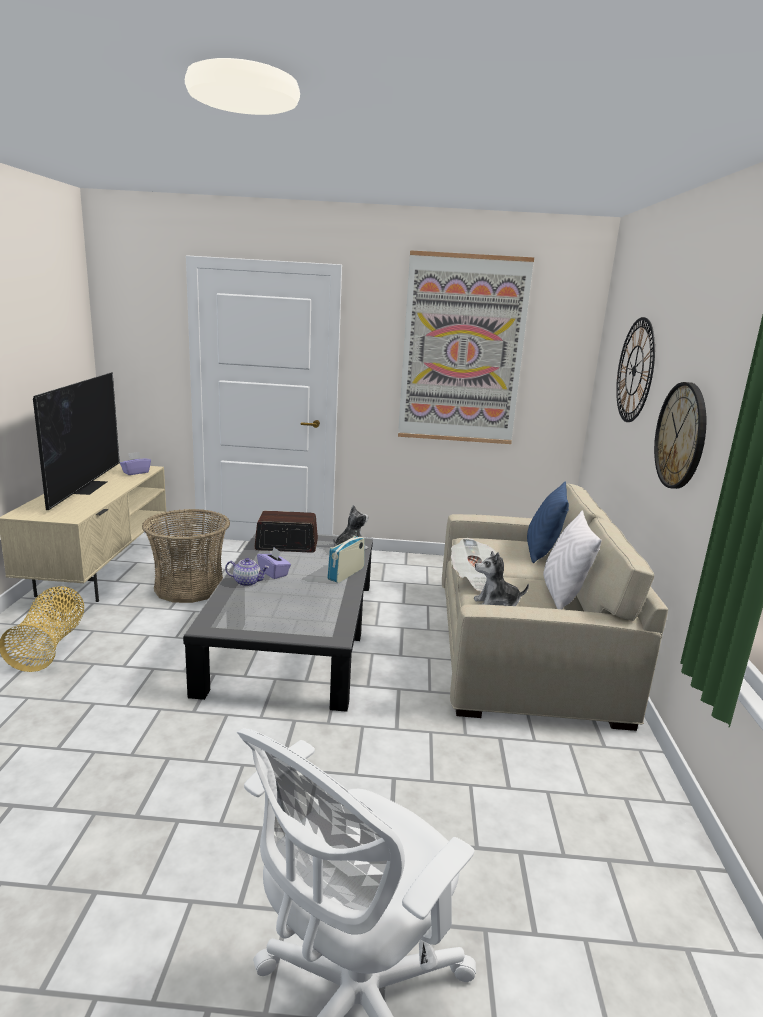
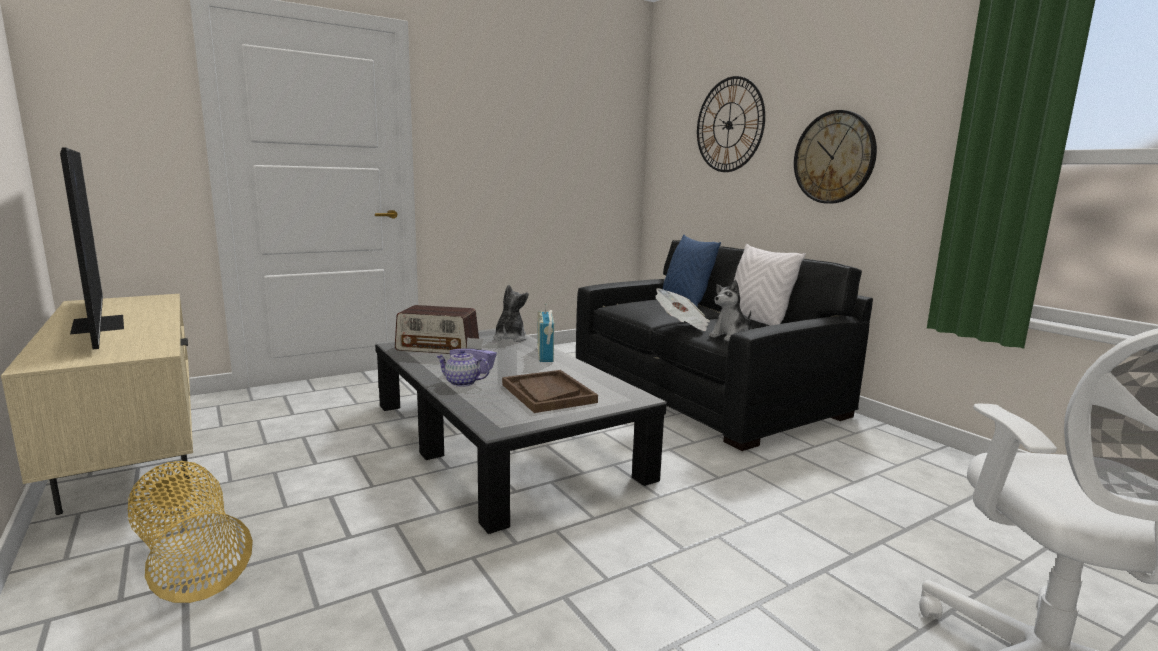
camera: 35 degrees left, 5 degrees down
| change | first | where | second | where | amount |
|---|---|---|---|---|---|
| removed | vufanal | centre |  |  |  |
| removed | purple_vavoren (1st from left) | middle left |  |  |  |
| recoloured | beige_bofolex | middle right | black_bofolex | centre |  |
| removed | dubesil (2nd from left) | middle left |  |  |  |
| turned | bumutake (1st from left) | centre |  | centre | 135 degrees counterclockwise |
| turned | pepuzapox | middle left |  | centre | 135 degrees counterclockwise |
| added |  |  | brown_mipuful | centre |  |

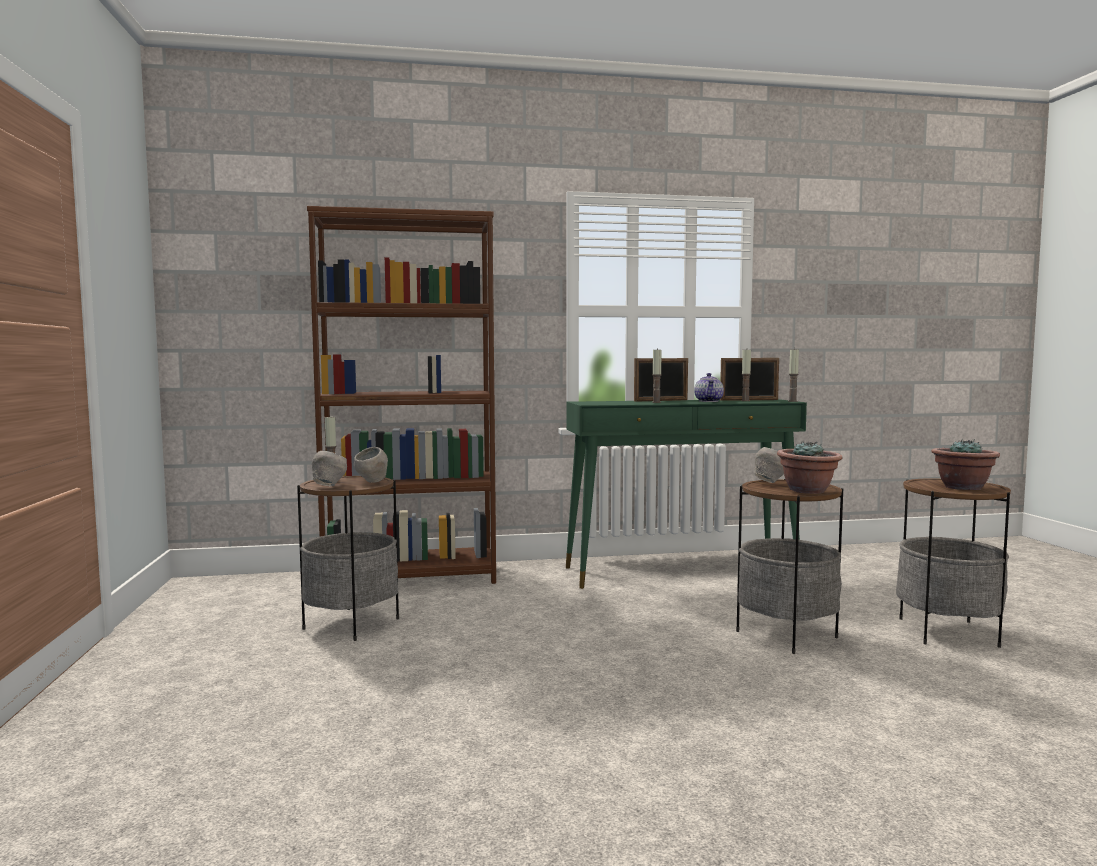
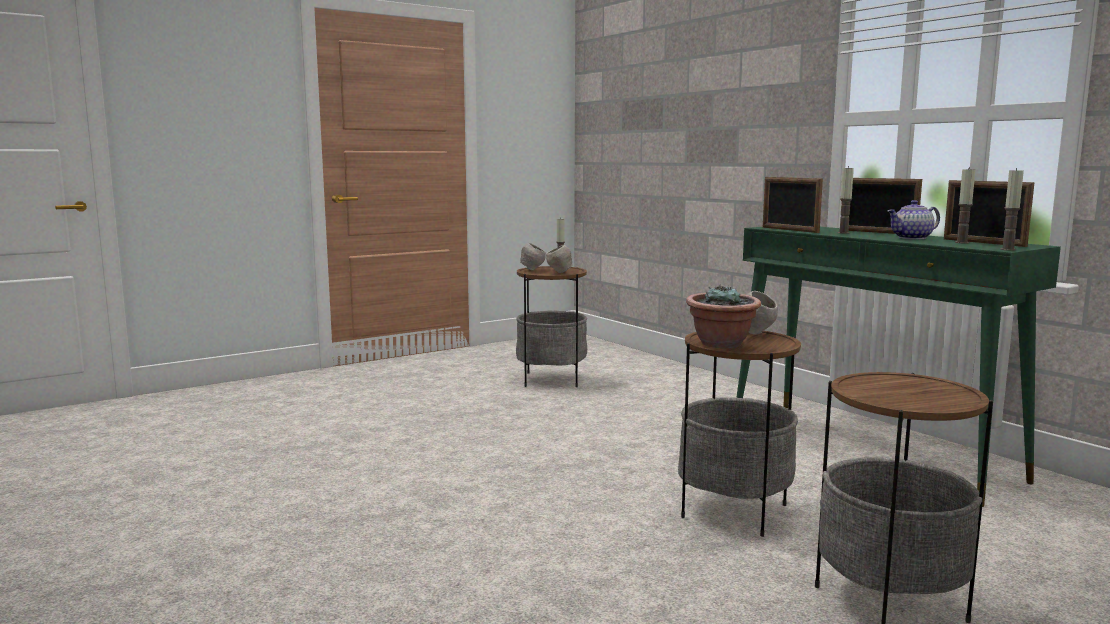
camera: 65 degrees right, 5 degrees up
| change | first | where | second | where | amount |
|---|---|---|---|---|---|
| removed | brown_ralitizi | centre |  |  |  |
| removed | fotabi (2nd from left) | middle right |  |  |  |
| added |  |  | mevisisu (1st from left) | top right |  |

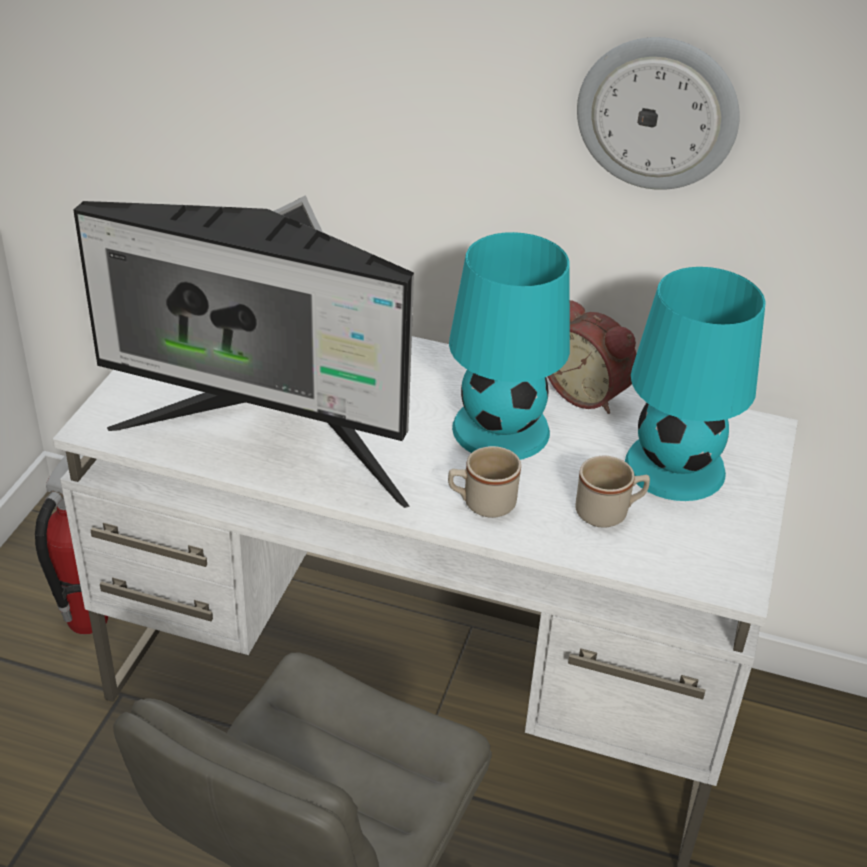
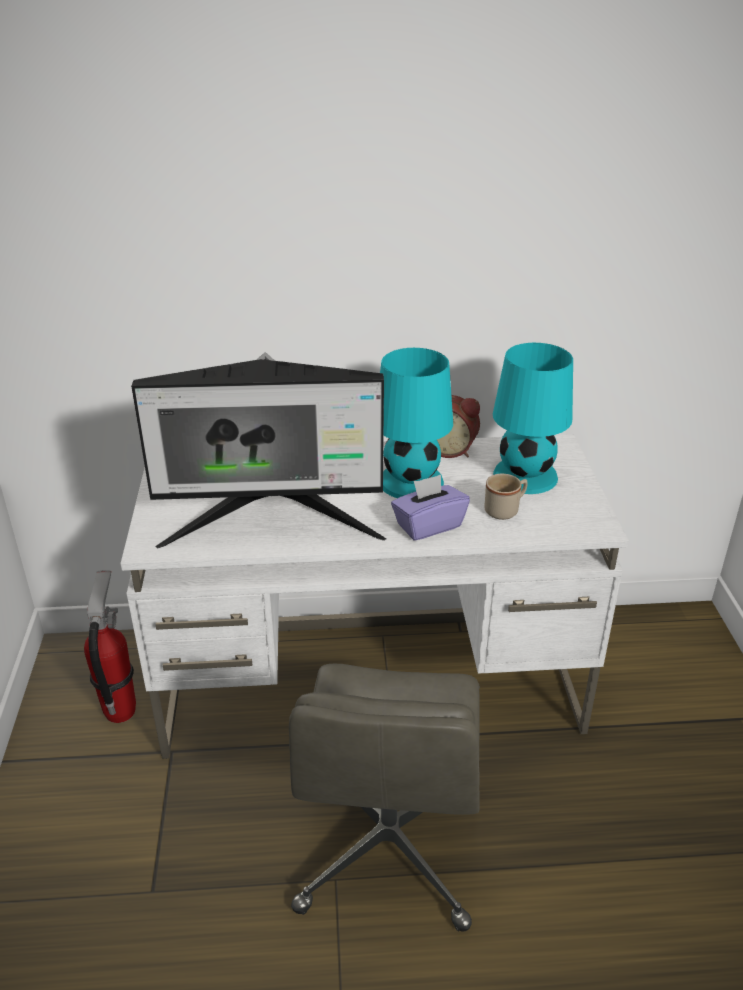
camera: 20 degrees left, 5 degrees down
| change | first | where | second | where | amount |
|---|---|---|---|---|---|
| removed | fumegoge | top right |  |  |  |
| replaced | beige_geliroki (1st from left) | centre | purple_vavoren | centre |  |

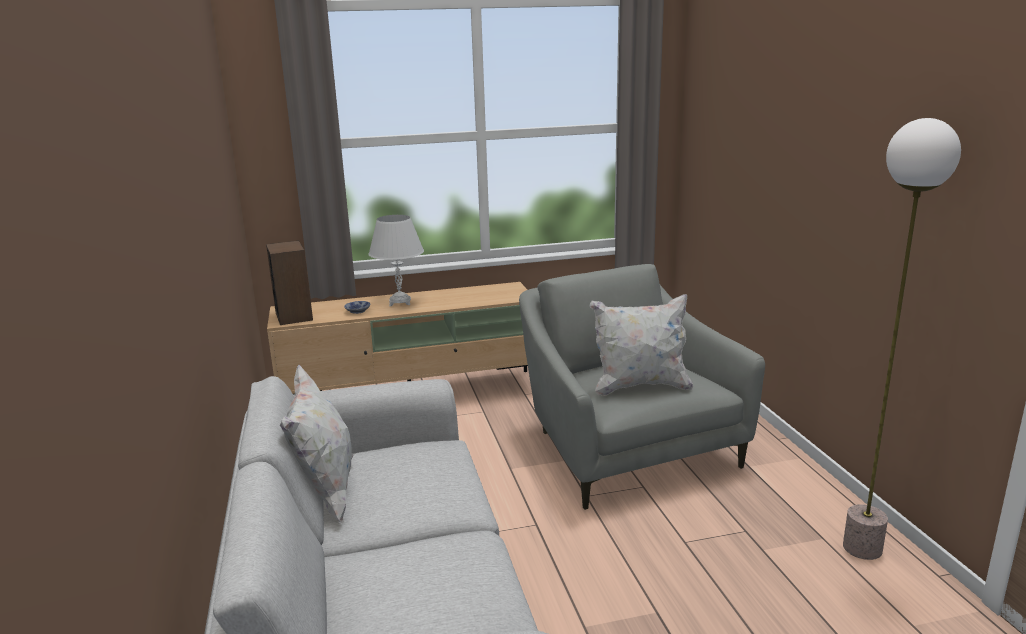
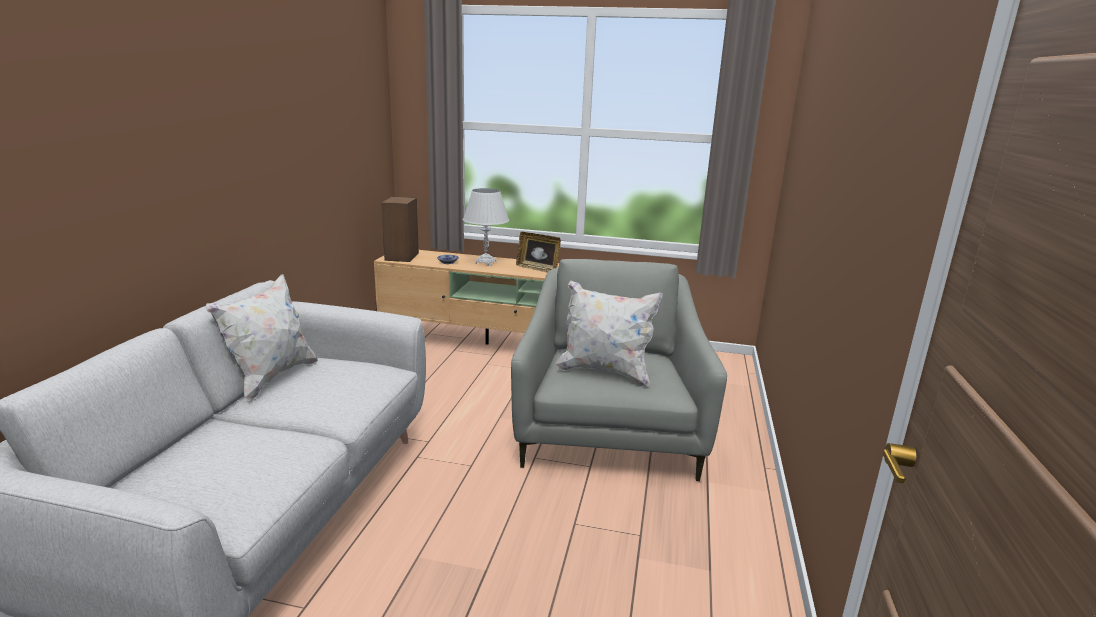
camera: 25 degrees right, 0 degrees up
| change | first | where | second | where | amount |
|---|---|---|---|---|---|
| removed | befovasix | middle right |  |  |  |
| added |  |  | mevisisu | centre |  |

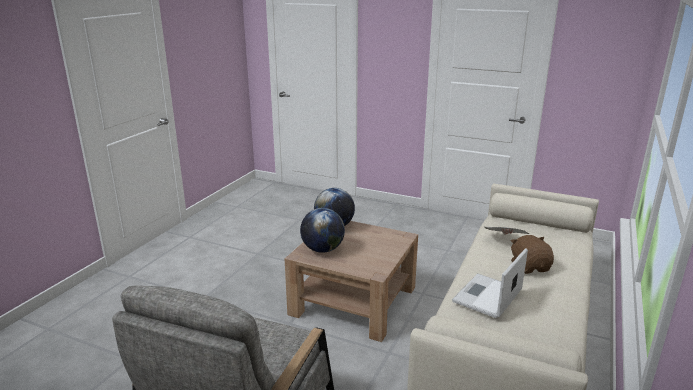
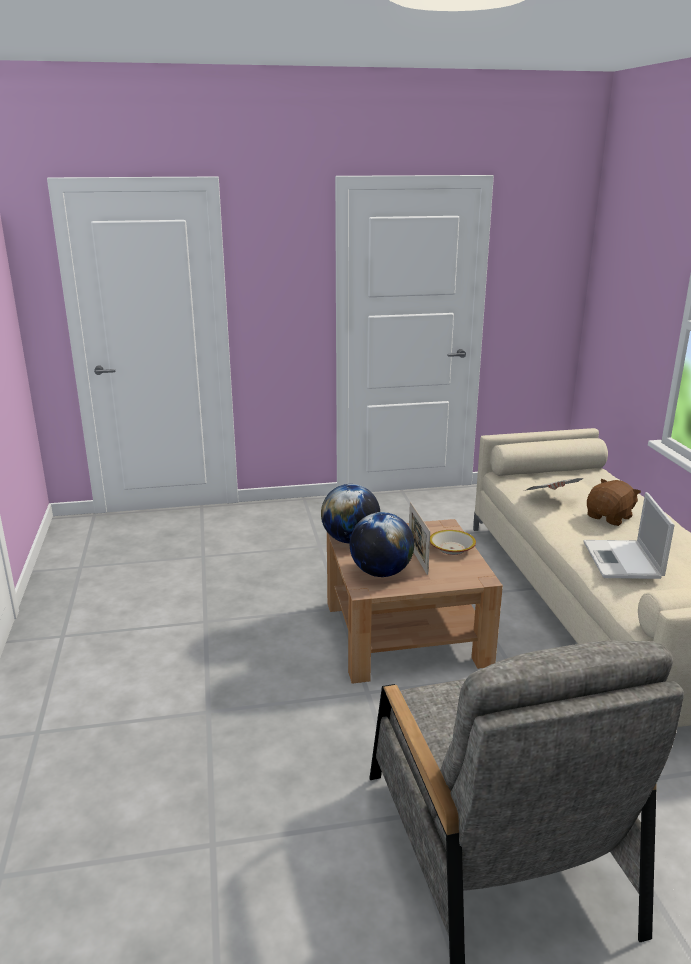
camera: 35 degrees left, 0 degrees up
| change | first | where | second | where | amount |
|---|---|---|---|---|---|
| turned | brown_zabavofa | middle right |  | middle right | 90 degrees clockwise |
| added |  |  | mevisisu | centre |  |
| added |  |  | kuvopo | centre |  |

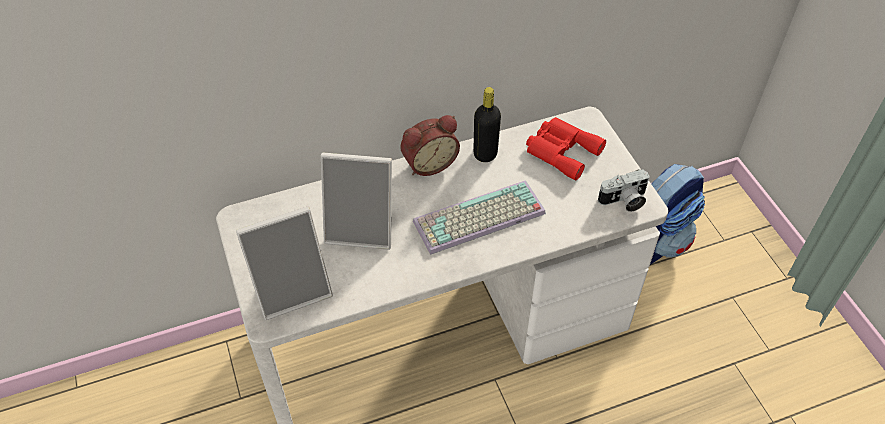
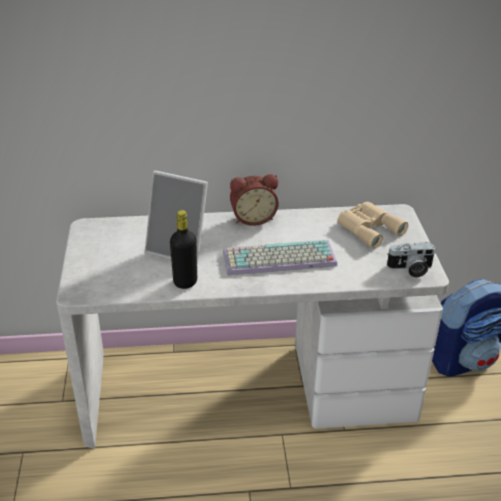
camera: 15 degrees right, 15 degrees down
| change | first | where | second | where | amount |
|---|---|---|---|---|---|
| moved | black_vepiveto | top centre |  | centre |  |
| recoloured | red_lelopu | centre | beige_lelopu | middle right |  |
| removed | mevisisu (1st from left) | middle left |  |  |  |

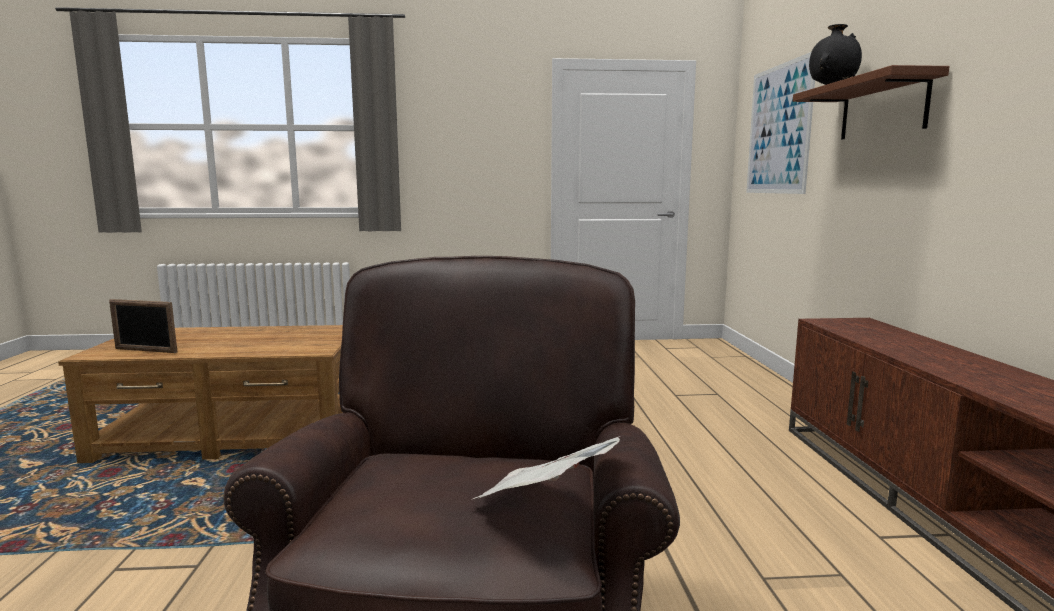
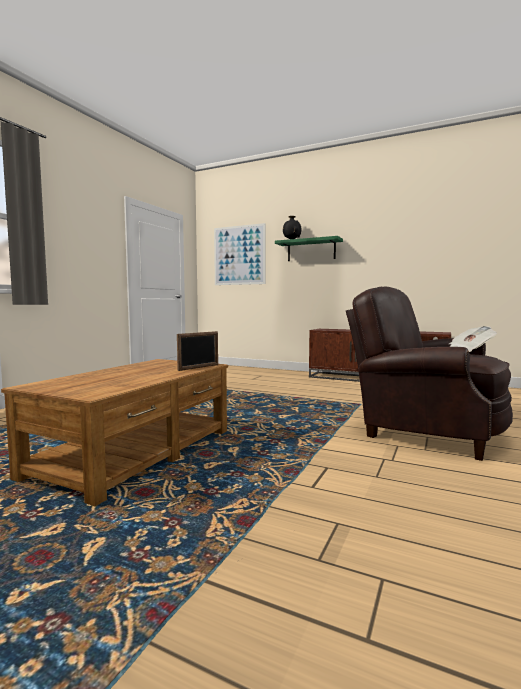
camera: 60 degrees left, 5 degrees down
| change | first | where | second | where | amount |
|---|---|---|---|---|---|
| recoloured | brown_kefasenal | top right | green_kefasenal | centre |  |
| moved | mevisisu | middle left |  | centre |  |

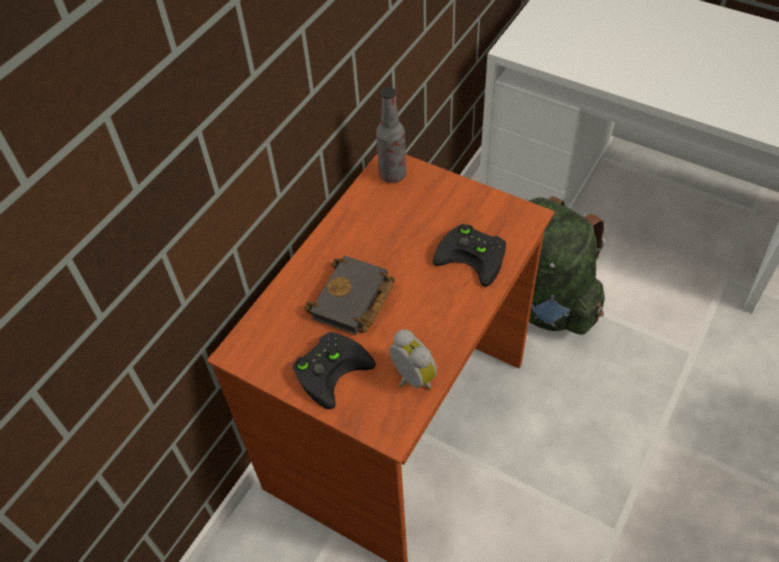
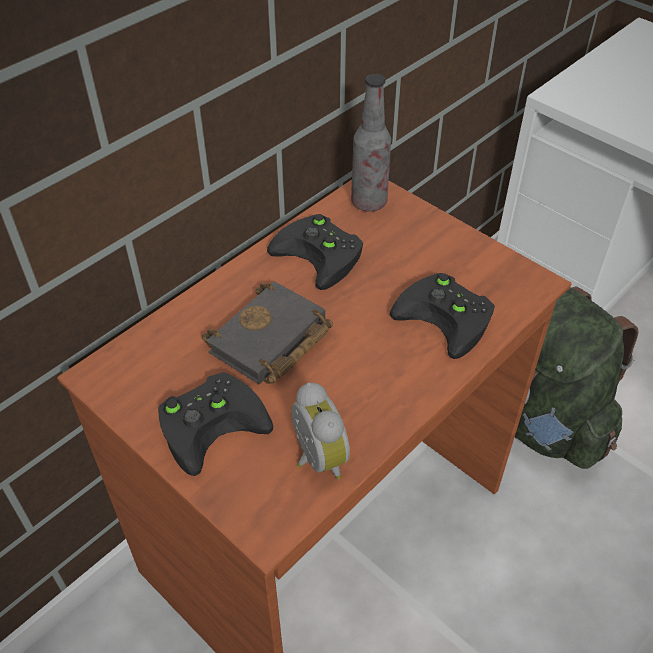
camera: 10 degrees right, 5 degrees down
| change | first | where | second | where | amount |
|---|---|---|---|---|---|
| added |  |  | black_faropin (2nd from left) | centre |  |

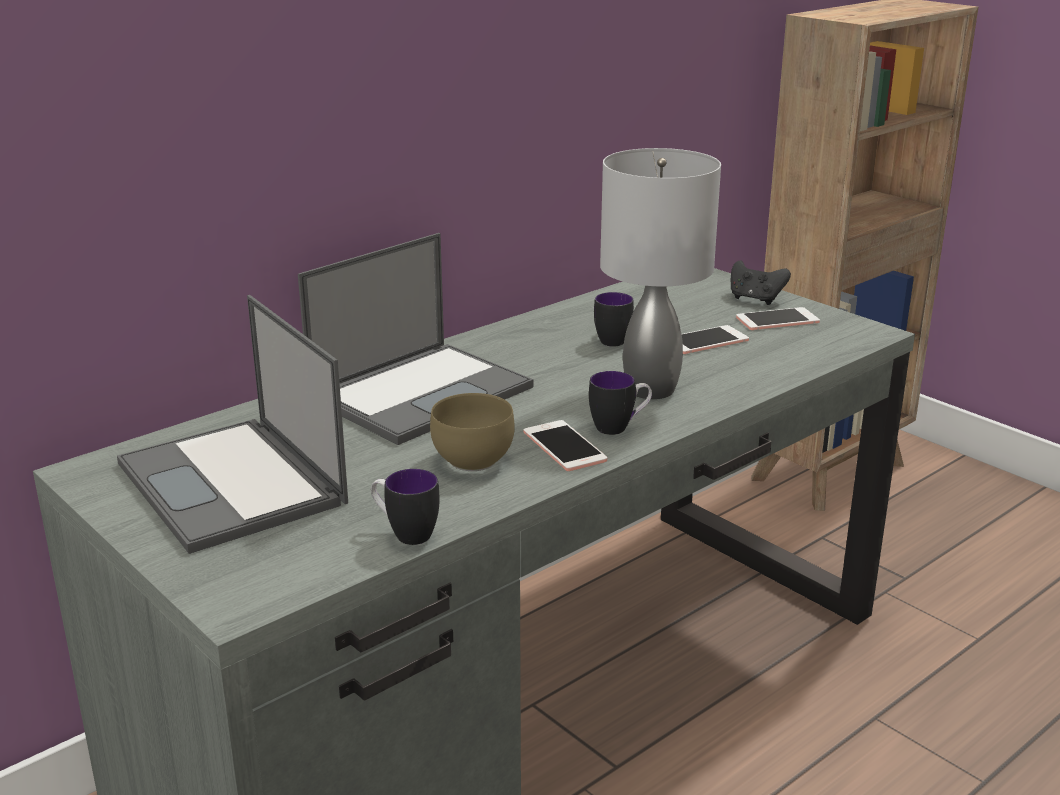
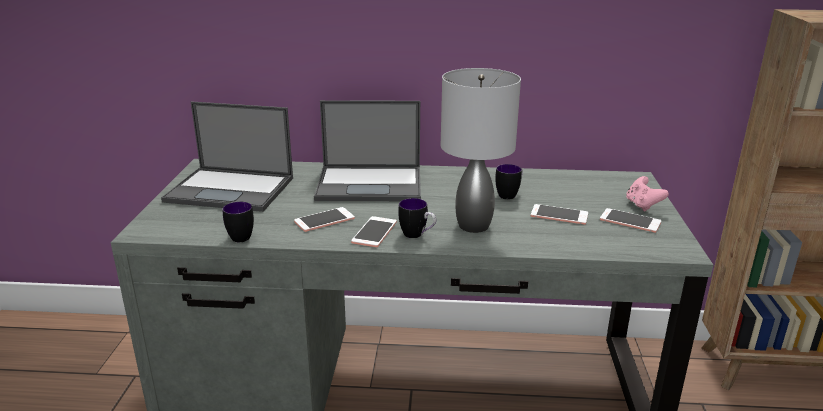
camera: 45 degrees right, 0 degrees up
| change | first | where | second | where | amount |
|---|---|---|---|---|---|
| recoloured | black_faropin | middle right | pink_faropin | middle right |  |
| turned | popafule (1st from left) | middle left |  | middle left | 90 degrees counterclockwise |
| replaced | brown_kuvopo | centre | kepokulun (1st from left) | centre |  |

